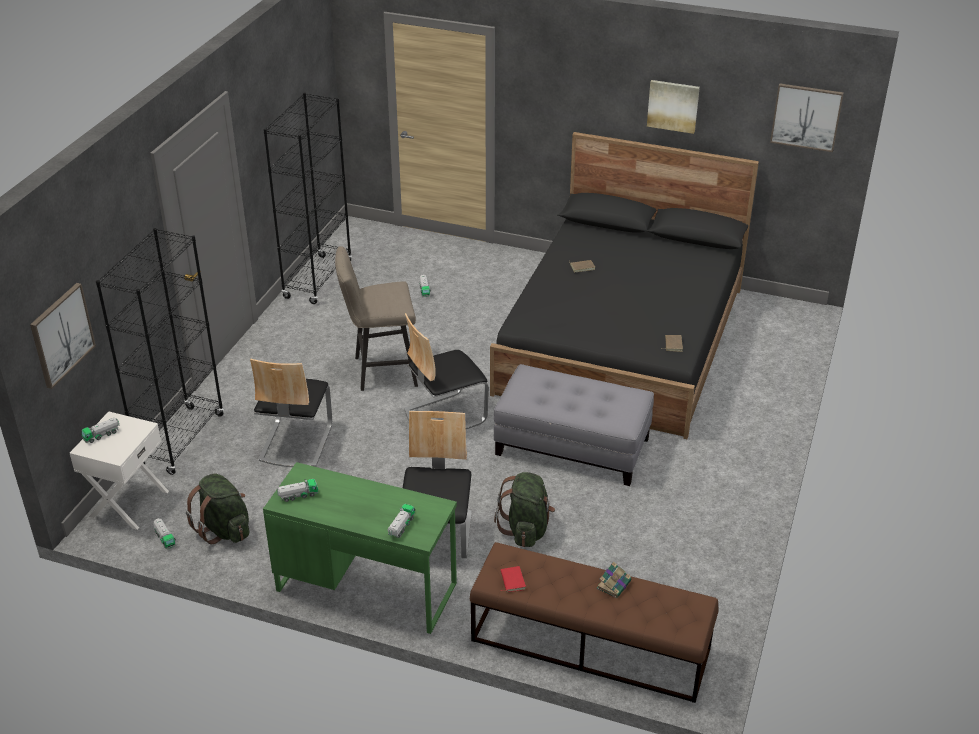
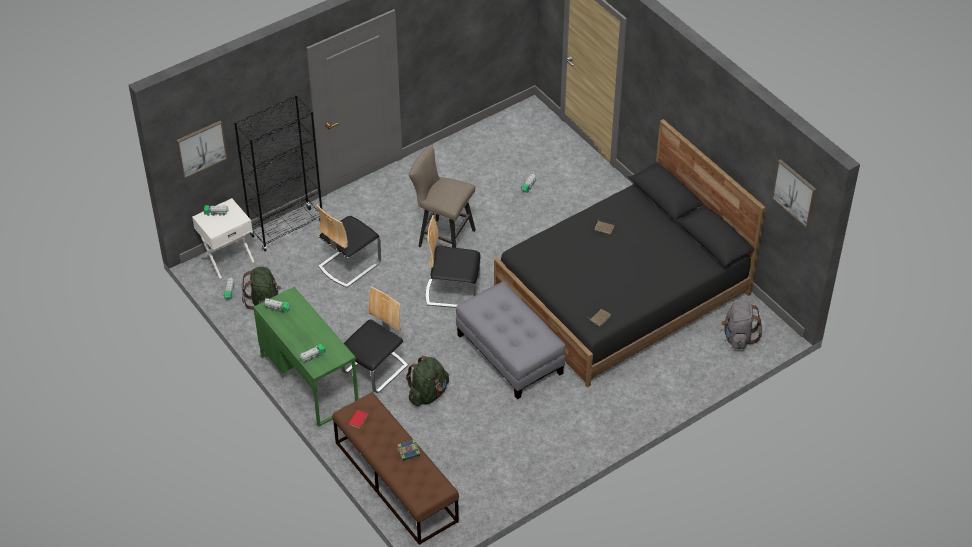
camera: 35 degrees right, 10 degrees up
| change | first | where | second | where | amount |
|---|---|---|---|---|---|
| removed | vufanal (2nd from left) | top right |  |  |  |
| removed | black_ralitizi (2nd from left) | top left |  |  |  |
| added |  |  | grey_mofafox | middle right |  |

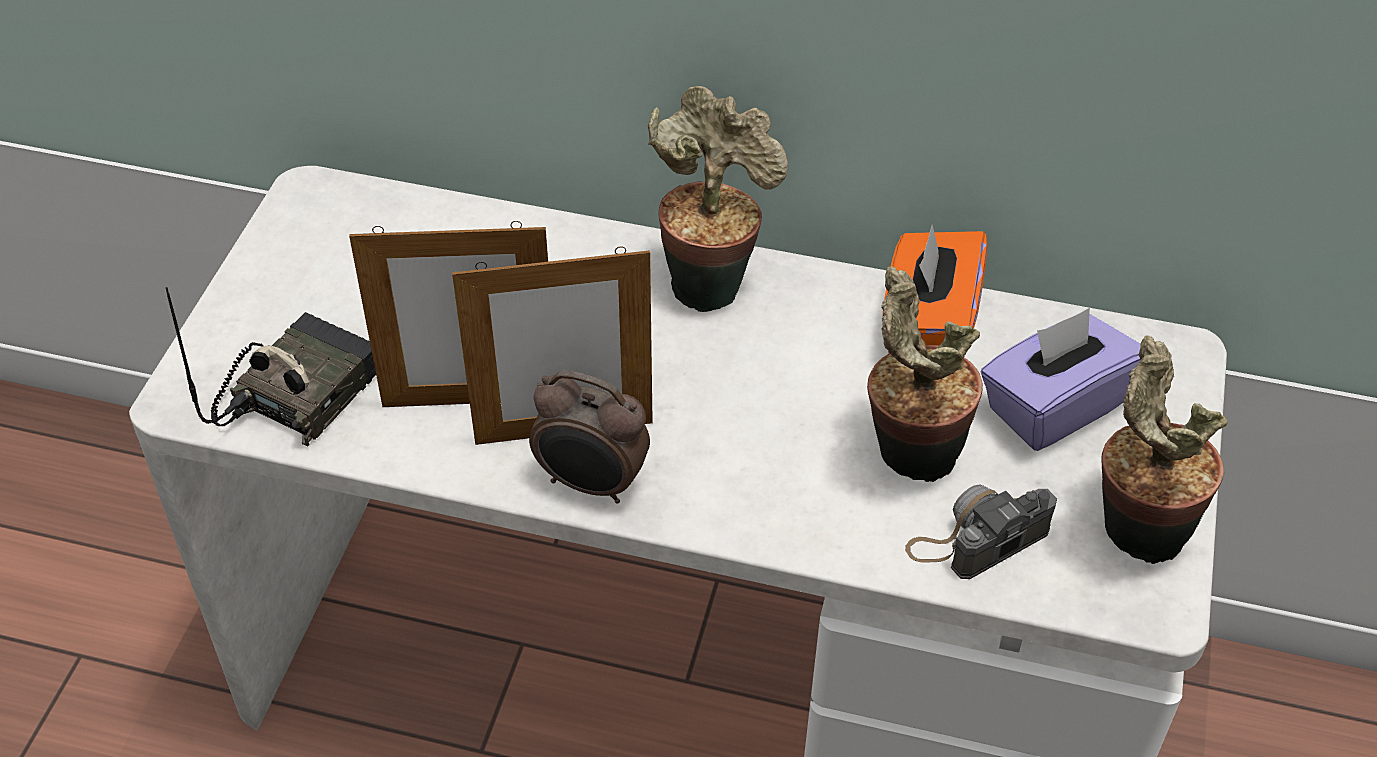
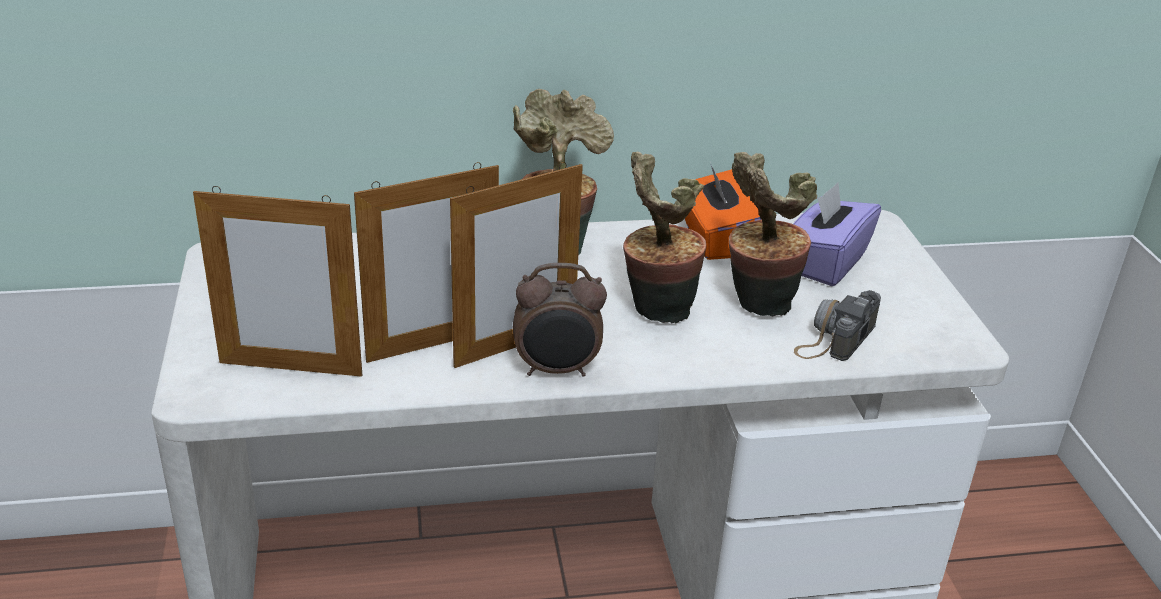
camera: 25 degrees left, 15 degrees down
| change | first | where | second | where | amount |
|---|---|---|---|---|---|
| replaced | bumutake | middle left | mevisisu (1st from left) | middle left |  |
| moved | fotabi (3rd from left in the first image) | middle right | fotabi (2nd from left) | centre |  |

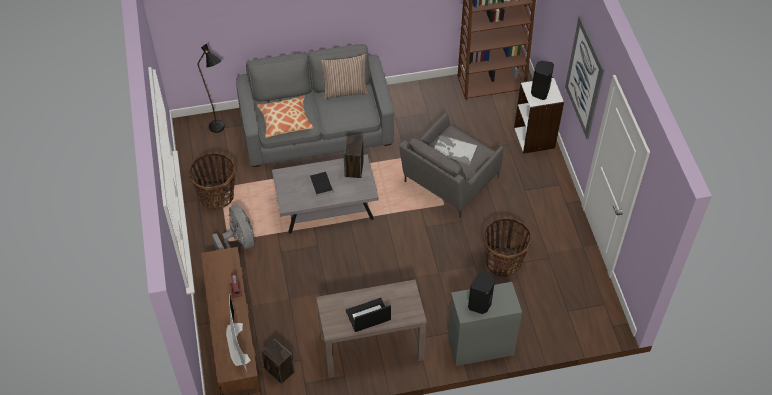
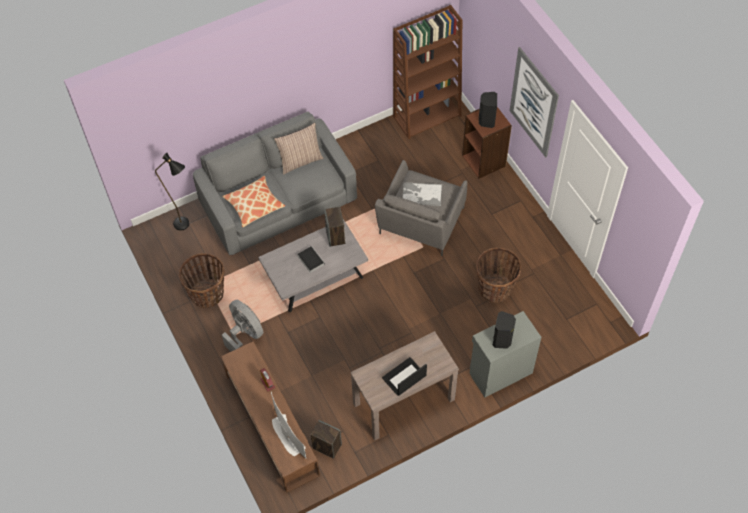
camera: 15 degrees left, 5 degrees up
| change | first | where | second | where | amount |
|---|---|---|---|---|---|
| recoloured | white_ralitizi | top right | brown_ralitizi (2nd from left) | top centre |  |

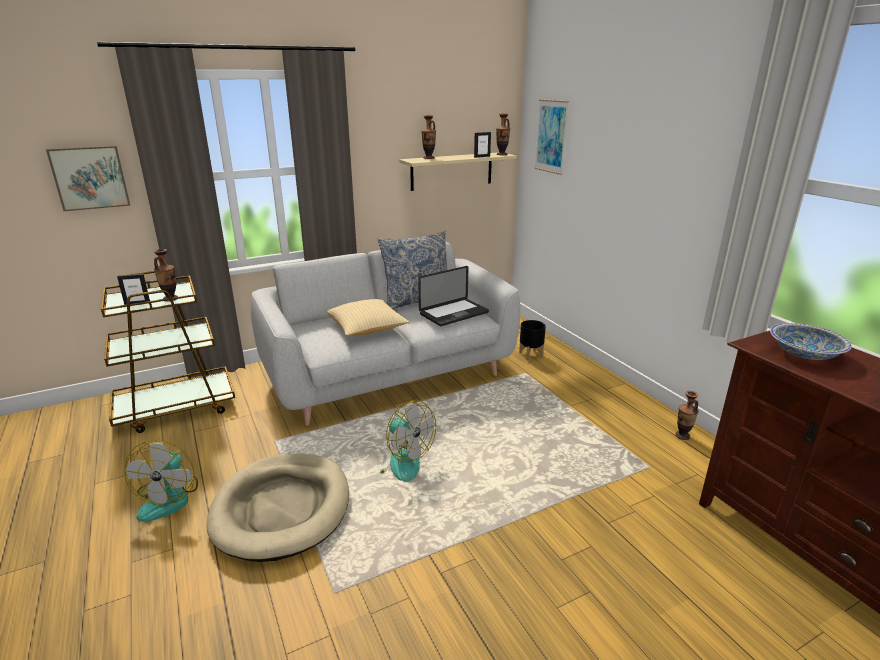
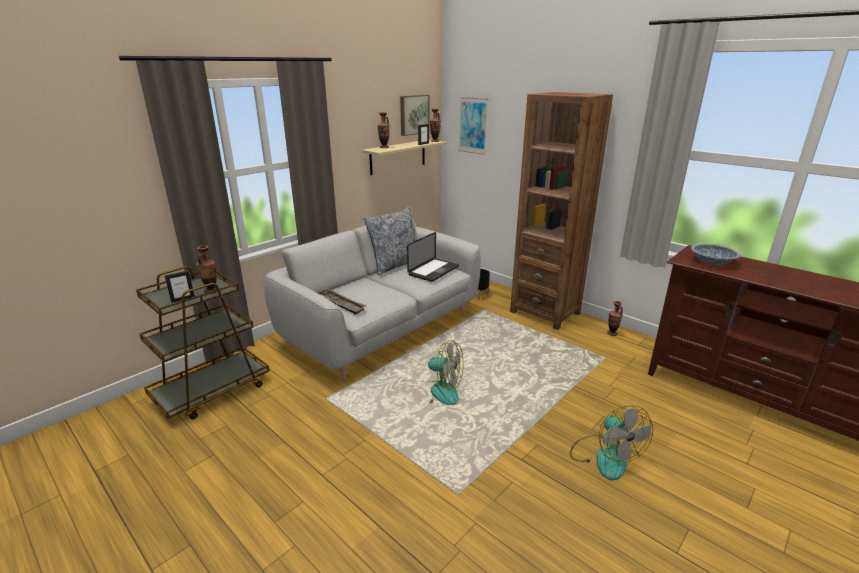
camera: 20 degrees left, 0 degrees up
| change | first | where | second | where | amount |
|---|---|---|---|---|---|
| moved | vufanal (1st from left) | top left |  | top centre |  |
| removed | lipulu (1st from left) | centre |  |  |  |
| moved | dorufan (1st from left in the first image) | bottom left | dorufan (2nd from left) | bottom right |  |
| removed | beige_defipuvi | bottom left |  |  |  |
| added |  |  | brown_ralitizi | centre |  |
| added |  |  | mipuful | centre |  |

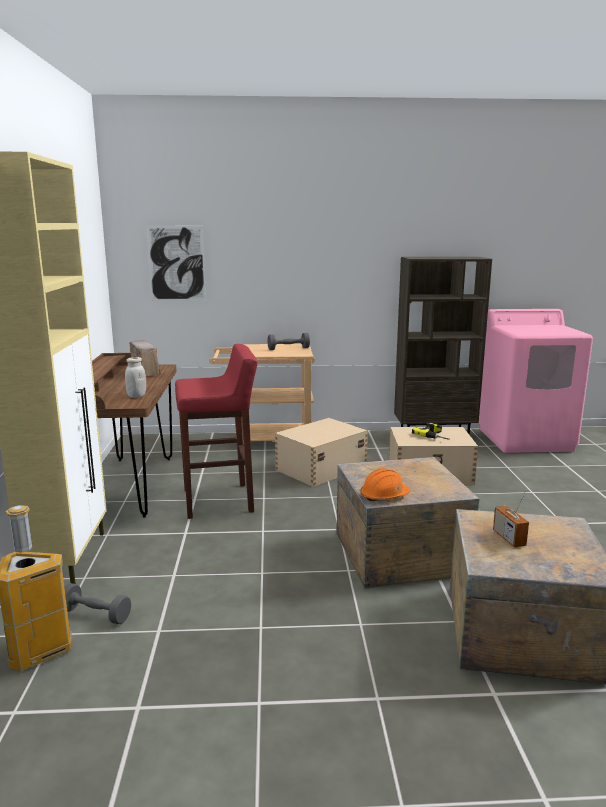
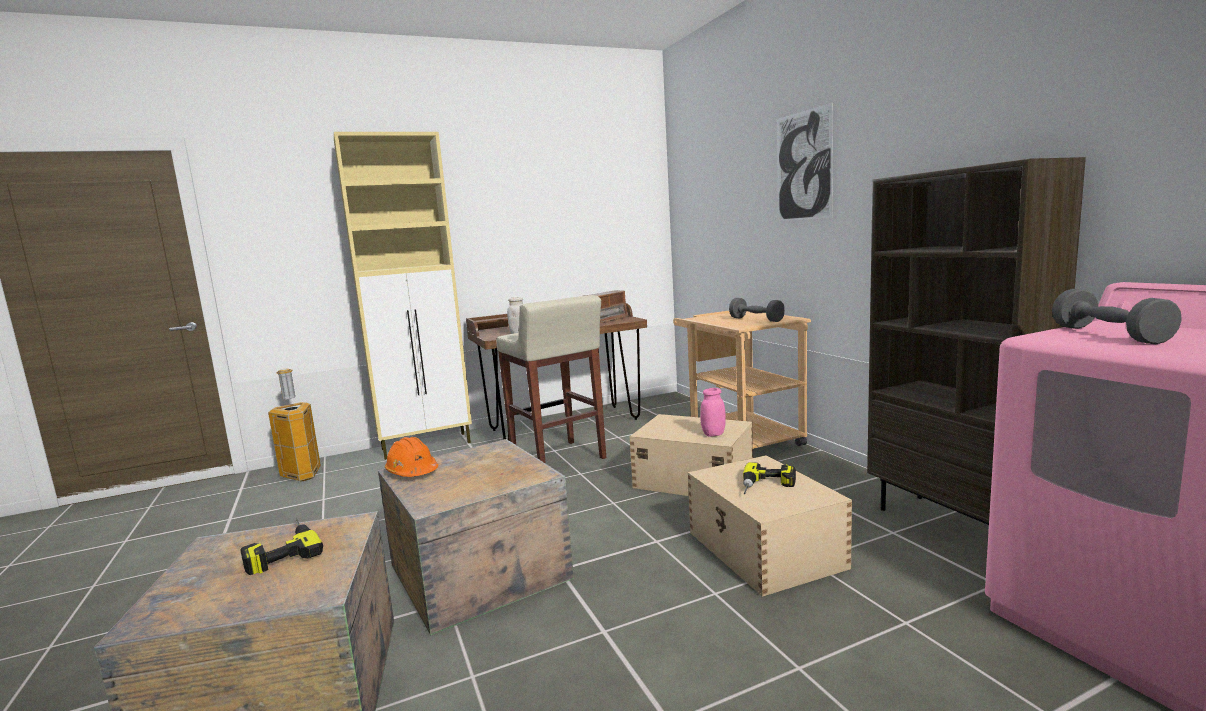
camera: 70 degrees right, 5 degrees down
| change | first | where | second | where | amount |
|---|---|---|---|---|---|
| moved | vufanal | top left |  | top right |  |
| recoloured | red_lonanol | centre | beige_lonanol | centre |  |
| replaced | bumutake (2nd from left) | middle right | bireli (1st from left) | bottom left |  |
| moved | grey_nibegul (1st from left in the first image) | bottom left | grey_nibegul (2nd from left) | middle right |  |
| added |  |  | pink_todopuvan | centre |  |

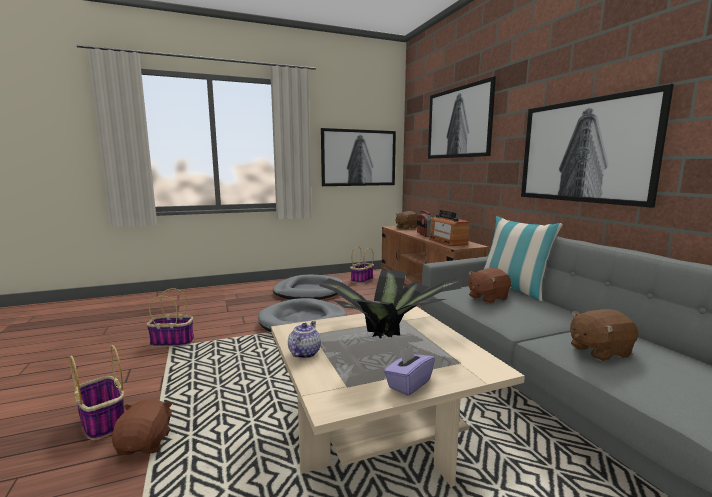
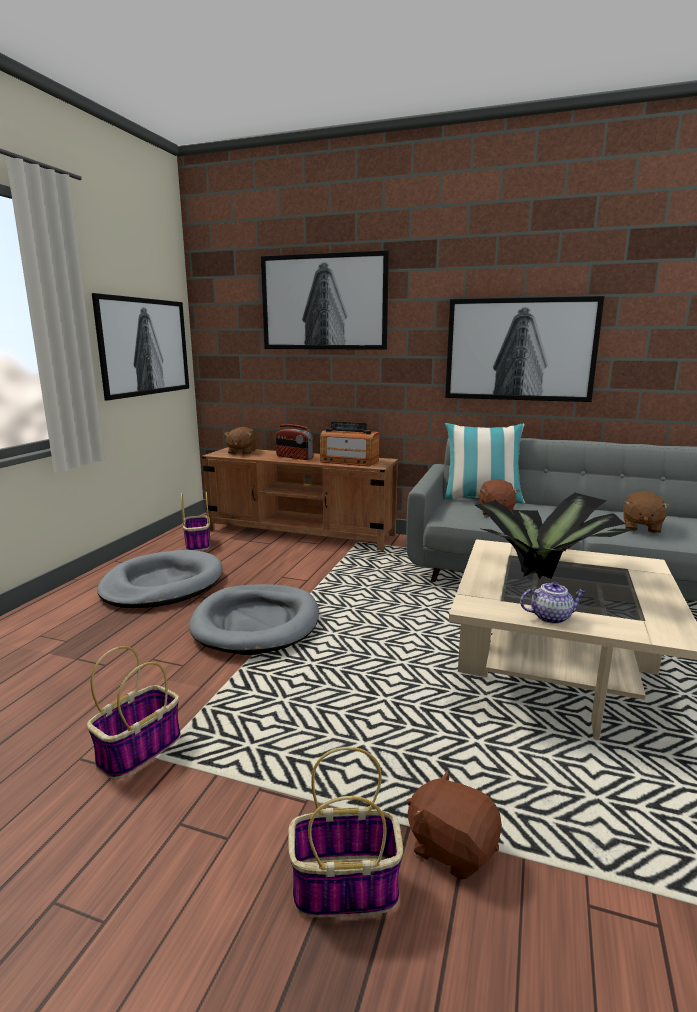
camera: 50 degrees left, 5 degrees up
| change | first | where | second | where | amount |
|---|---|---|---|---|---|
| turned | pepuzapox | bottom centre |  | middle right | 120 degrees clockwise |
| removed | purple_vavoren | bottom centre |  |  |  |

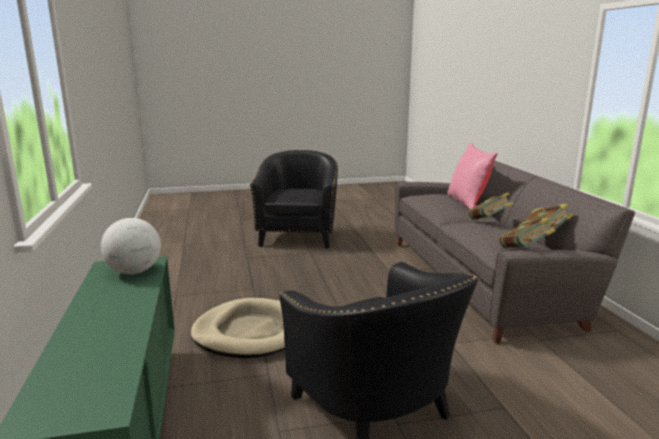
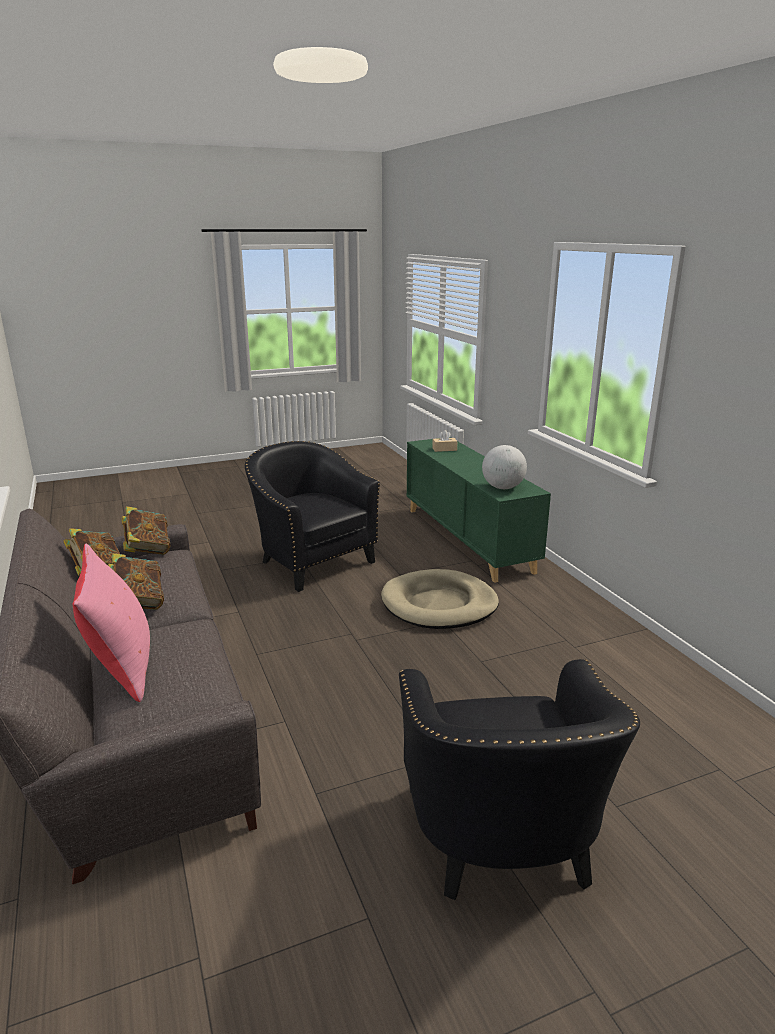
camera: 170 degrees right, 5 degrees up
| change | first | where | second | where | amount |
|---|---|---|---|---|---|
| added |  |  | beige_vavoren | centre |  |

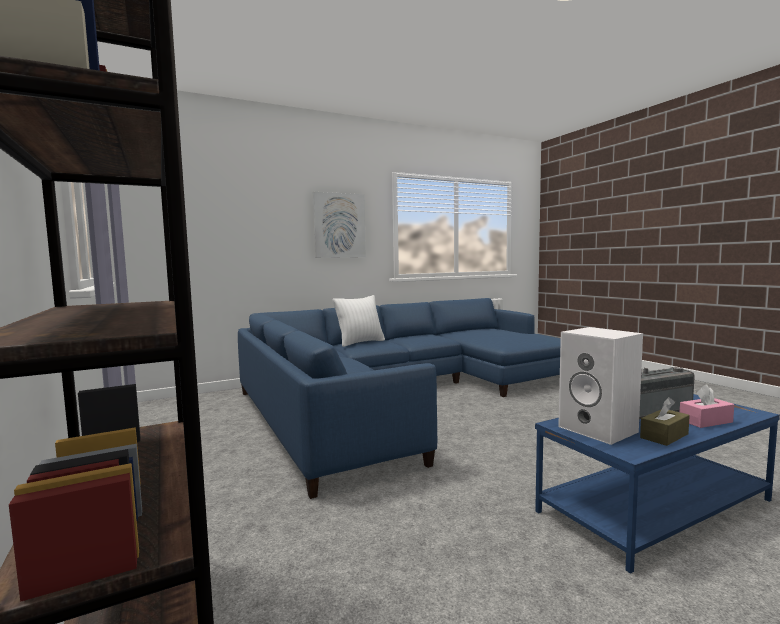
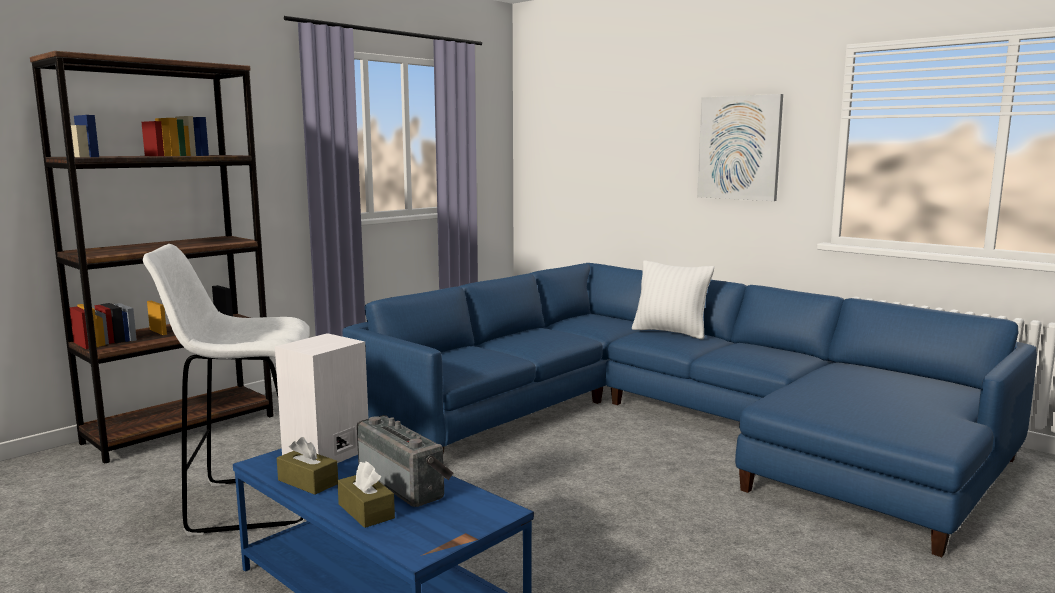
camera: 70 degrees right, 5 degrees up
| change | first | where | second | where | amount |
|---|---|---|---|---|---|
| recoloured | pink_vavoren | middle right | brown_vavoren (2nd from left) | bottom centre |  |
| added |  |  | white_lonanol | middle left |  |

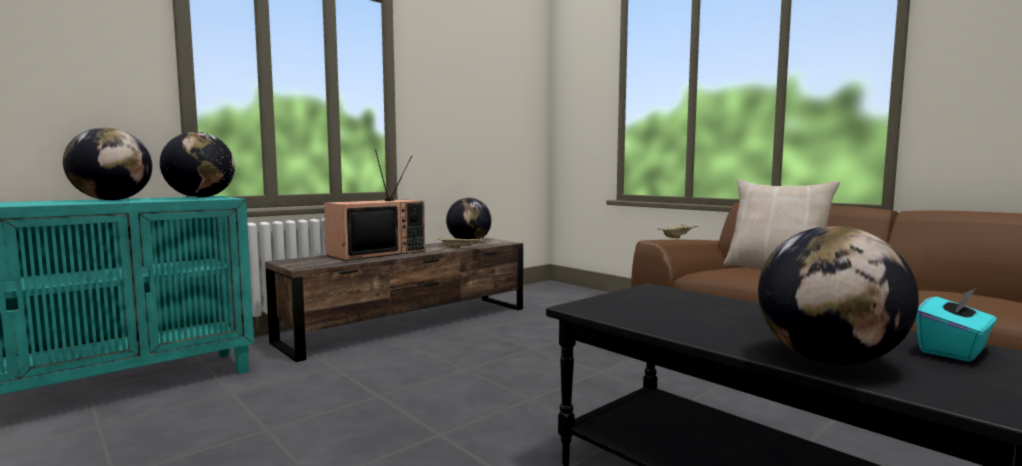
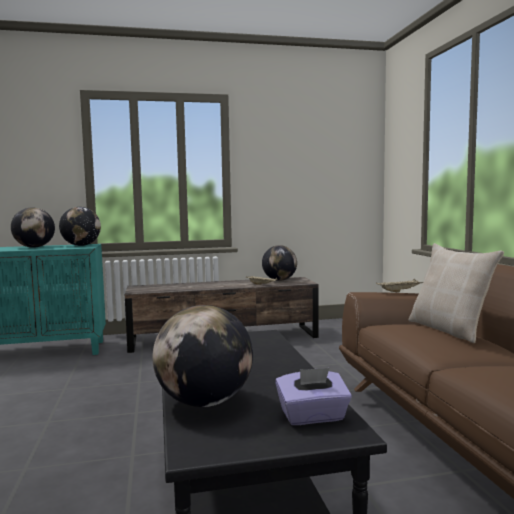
camera: 30 degrees right, 0 degrees up
| change | first | where | second | where | amount |
|---|---|---|---|---|---|
| removed | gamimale | centre |  |  |  |
| recoloured | turquoise_vavoren | bottom right | purple_vavoren | bottom centre |  |

